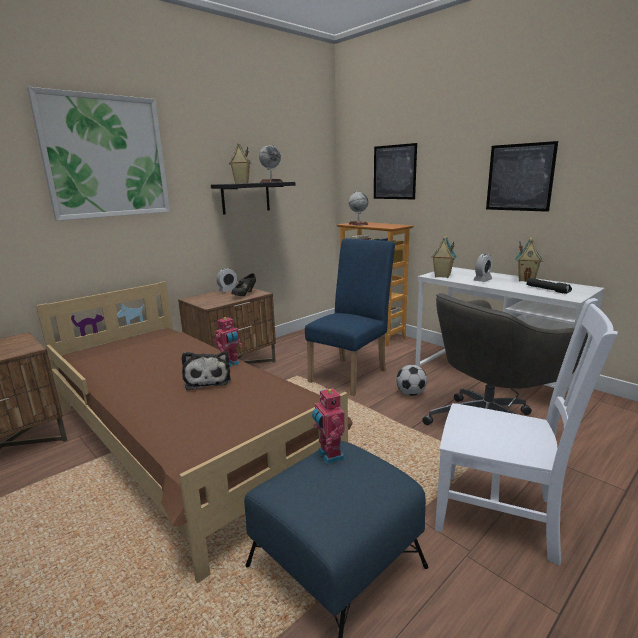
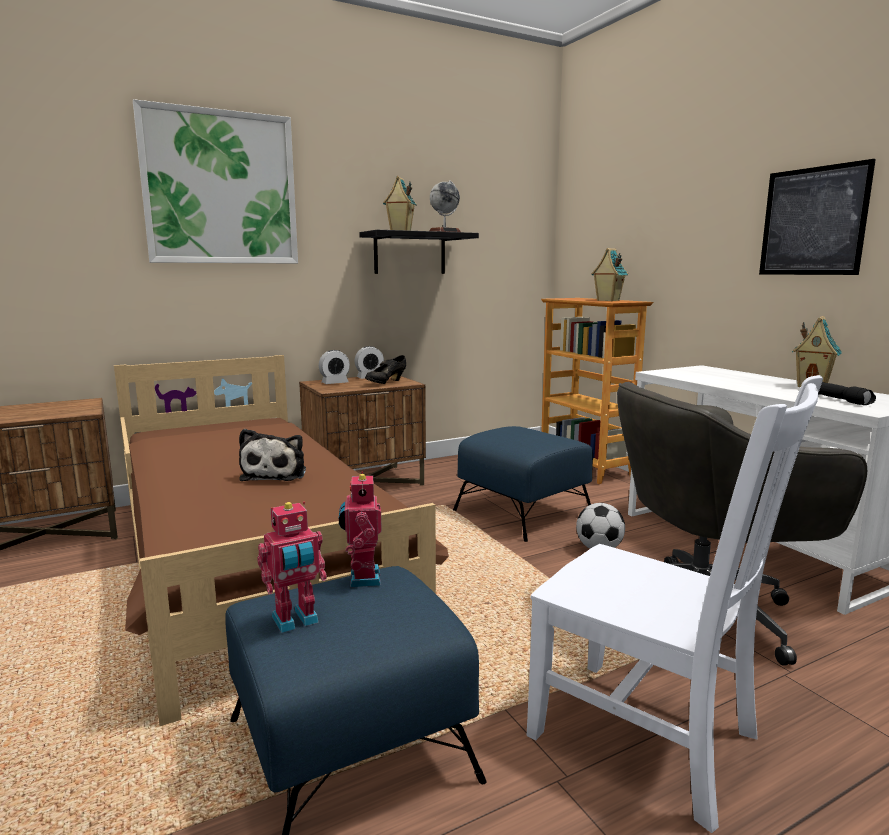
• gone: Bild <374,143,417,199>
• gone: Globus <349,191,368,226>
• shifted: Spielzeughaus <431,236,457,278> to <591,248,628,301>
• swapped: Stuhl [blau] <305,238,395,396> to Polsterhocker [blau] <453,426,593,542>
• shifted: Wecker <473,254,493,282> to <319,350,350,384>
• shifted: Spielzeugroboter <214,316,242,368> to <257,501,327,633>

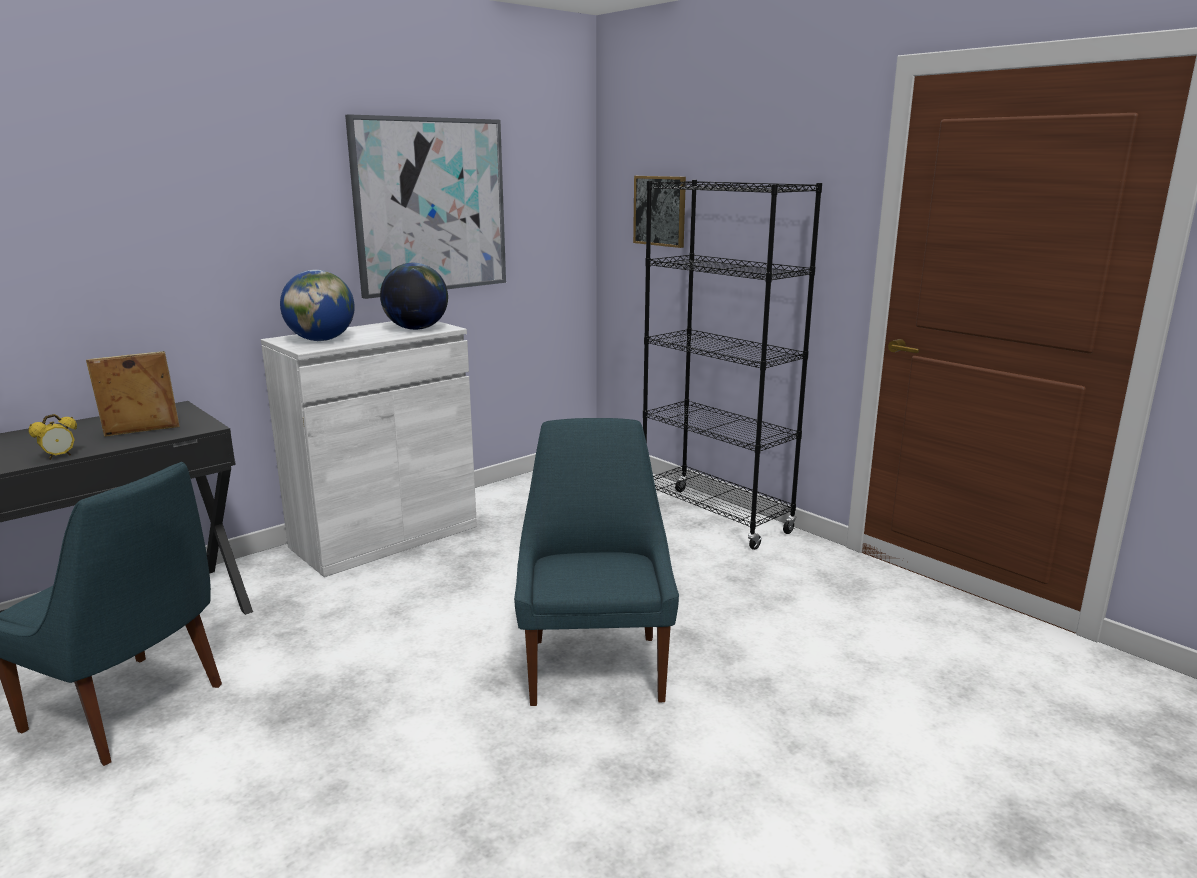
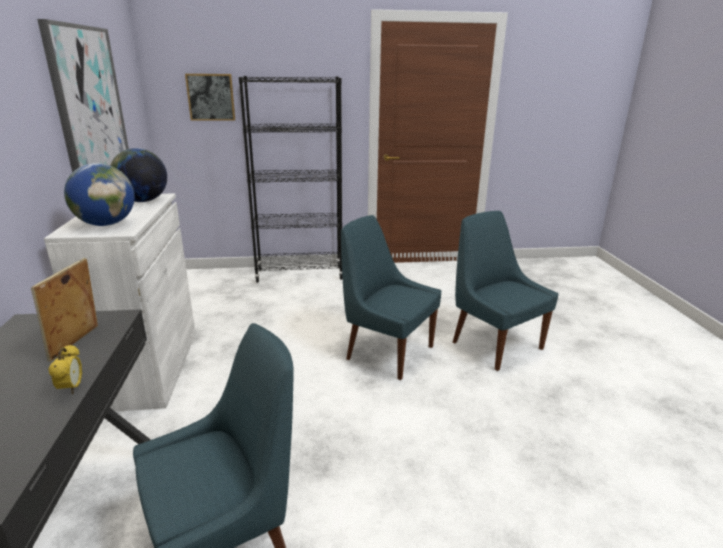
• new: Stuhl [blau] <453,211,559,371>

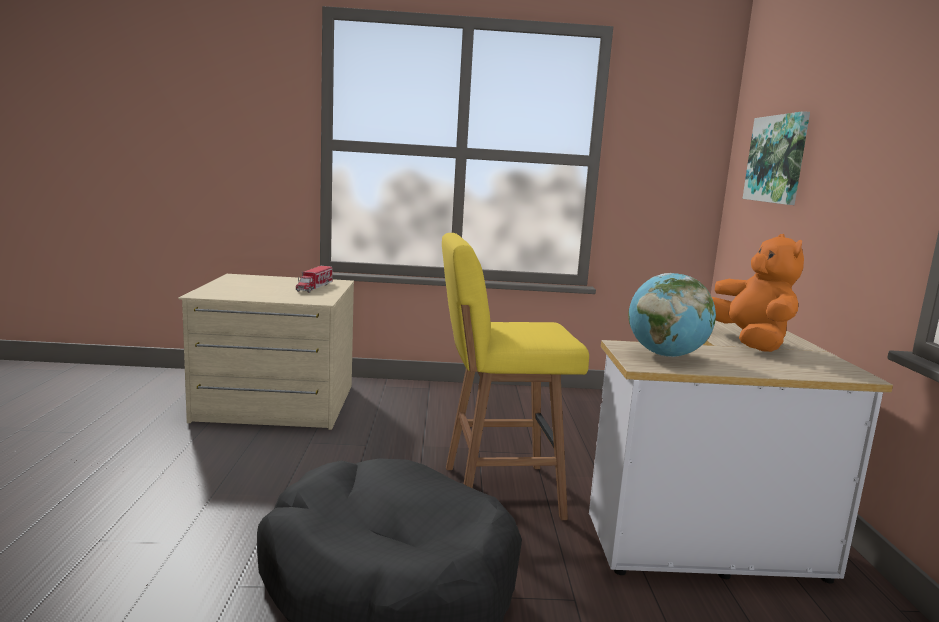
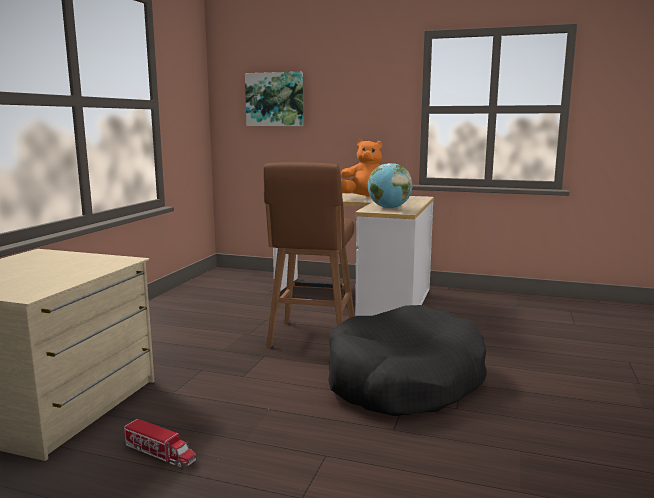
• repainted: Hocker [gelb] <442,233,589,520> to Hocker [braun] <263,162,354,348>
• shifted: Spielzeuglaster <296,266,333,293> to <124,419,196,469>

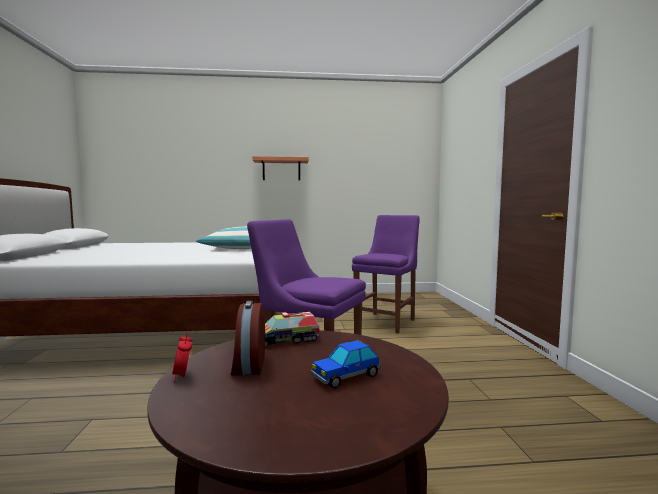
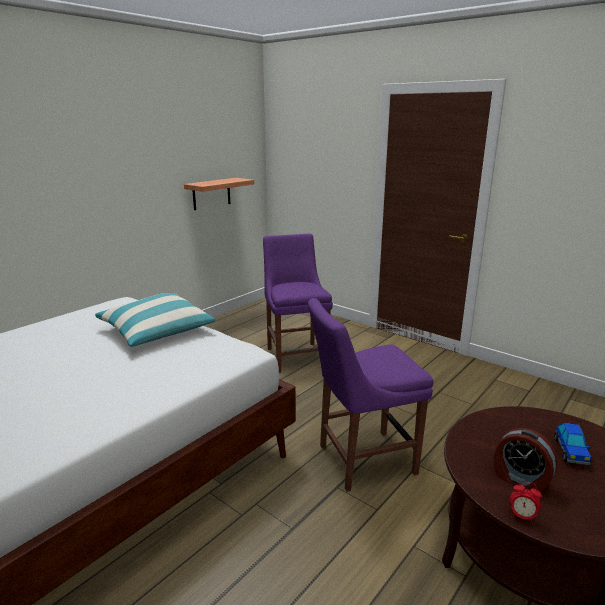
• shifted: Wandregal <252,156,309,180> to <184,178,254,210>
• gone: Spielzeuglaster <265,312,320,348>

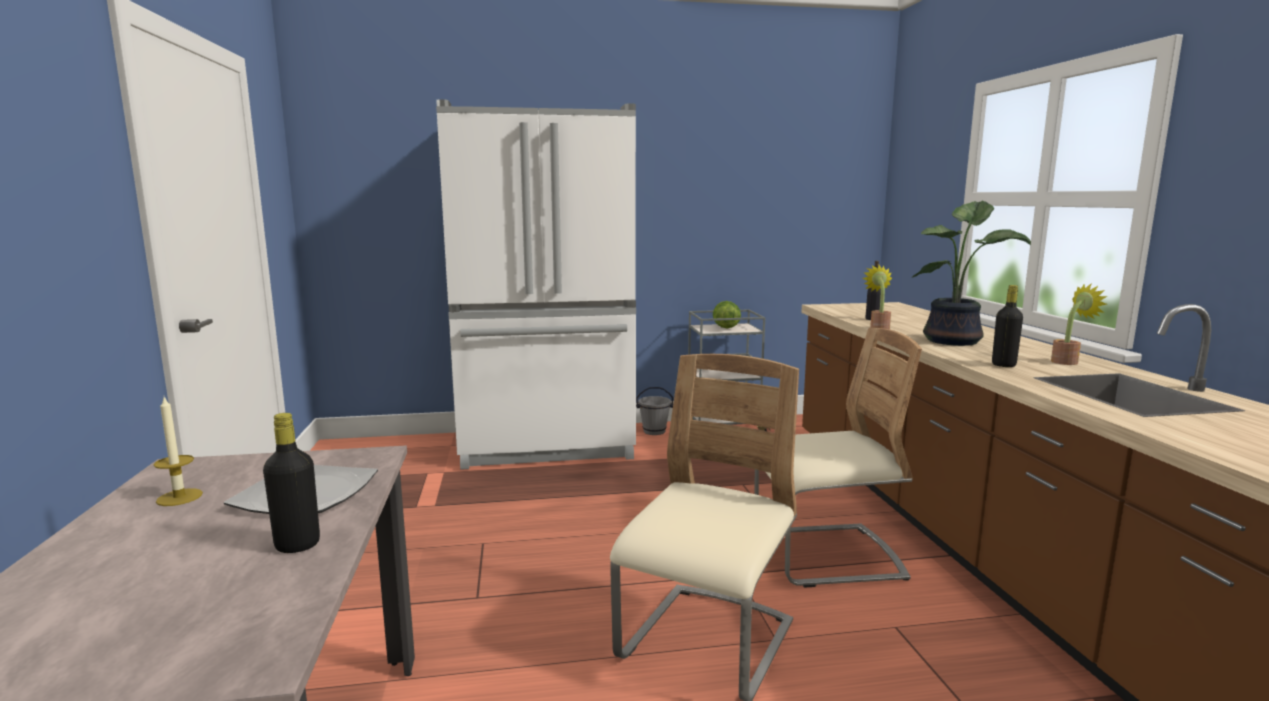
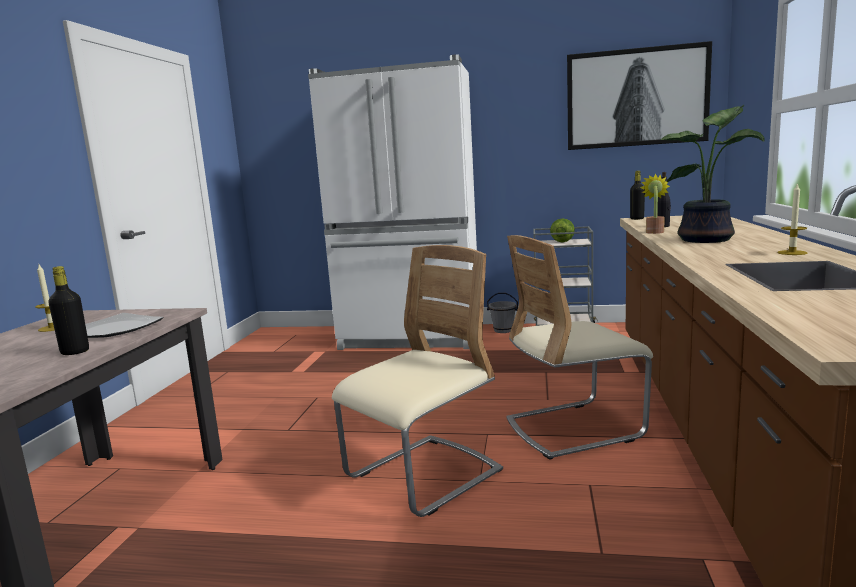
• swapped: Topfpflanze <1051,283,1107,365> to Kerze <777,183,807,255>
• shifted: Flasche [schwarz] <992,285,1023,367> to <630,171,645,220>
• rotated: Stuhl [beige] <755,328,922,588> = <506,235,653,460> 150 degrees clockwise
• new: Bild <567,41,712,150>

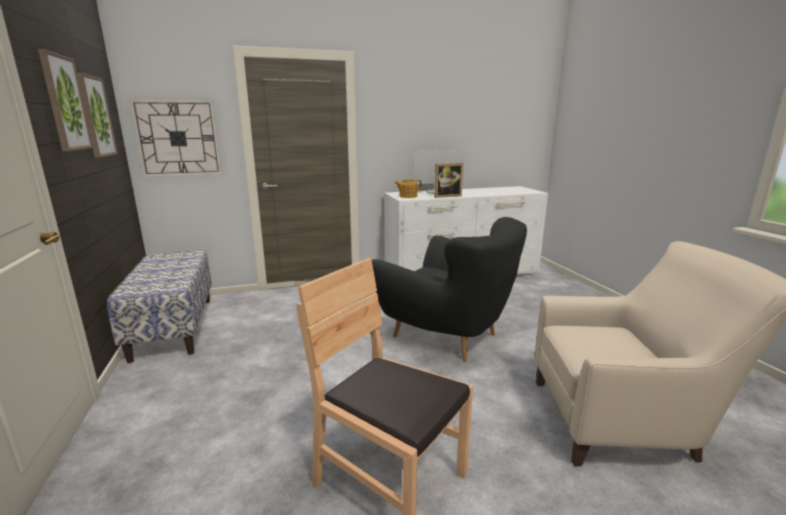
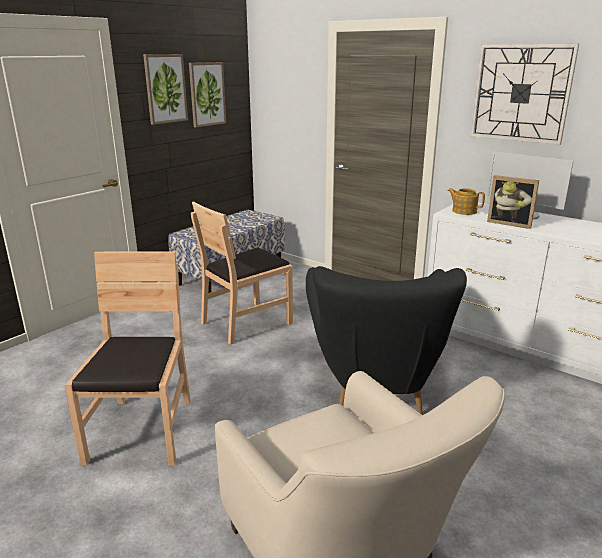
• shifted: Wanduhr <129,99,222,177> to <470,43,579,145>
• new: Stuhl [braun] <191,201,293,345>

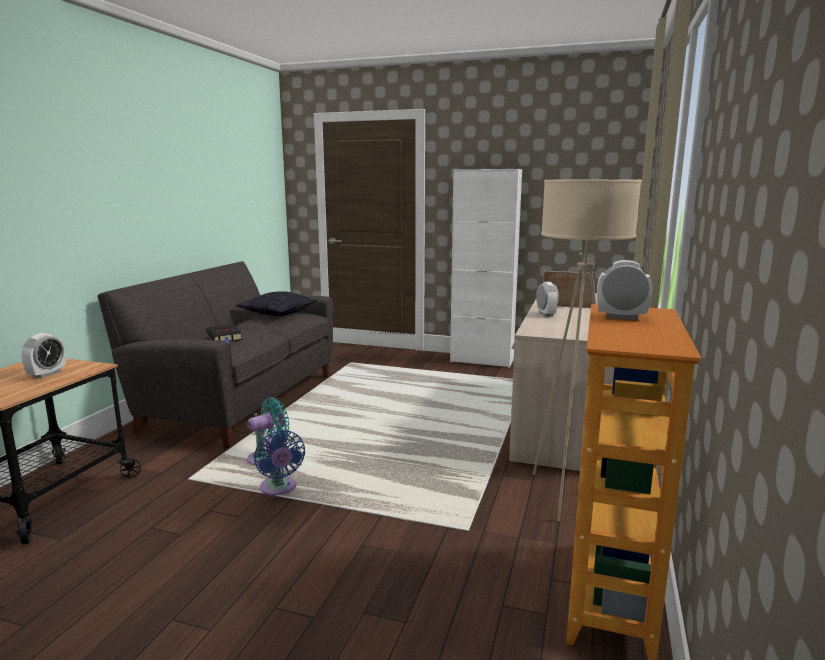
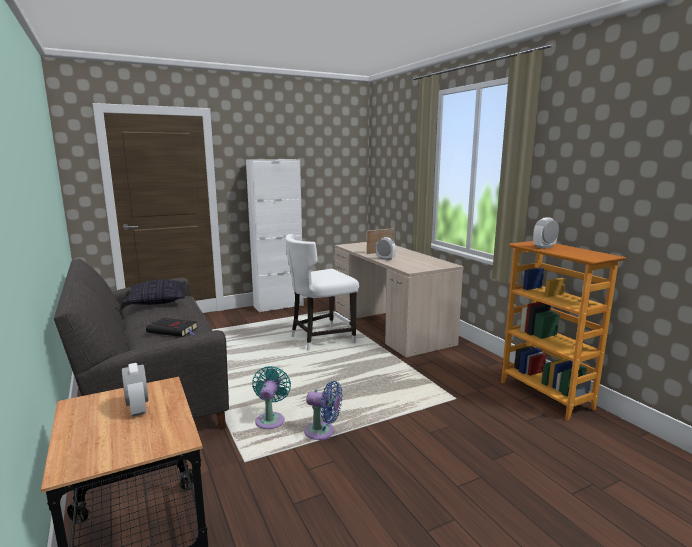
• gone: Stehlampe [beige] <533,180,642,521>
• new: Stuhl [weiß] <285,234,359,351>

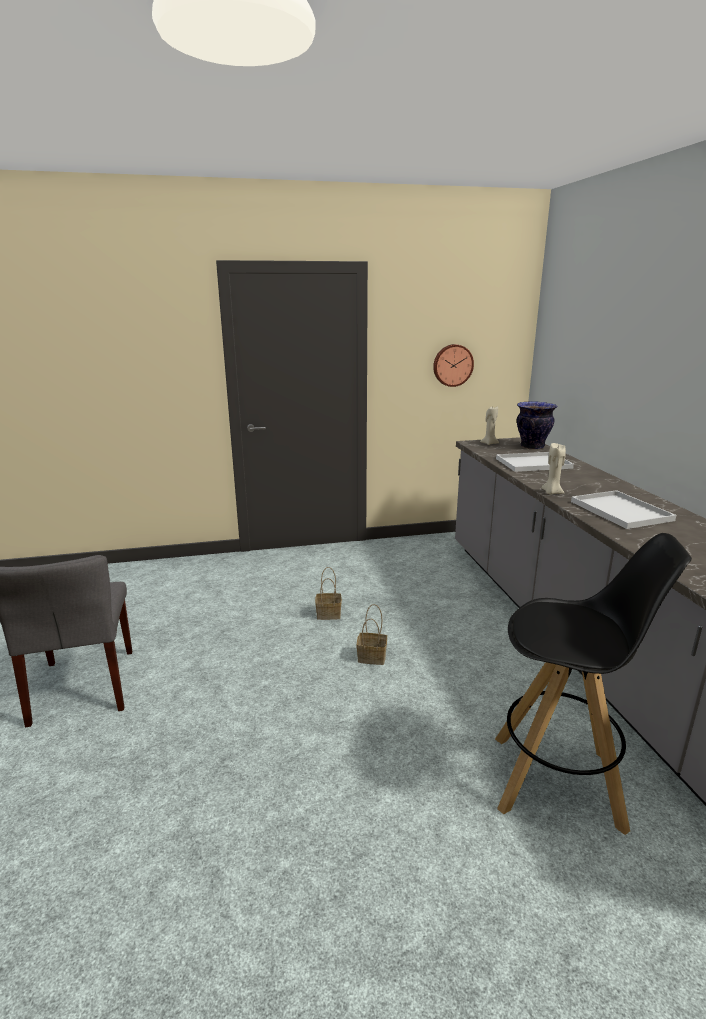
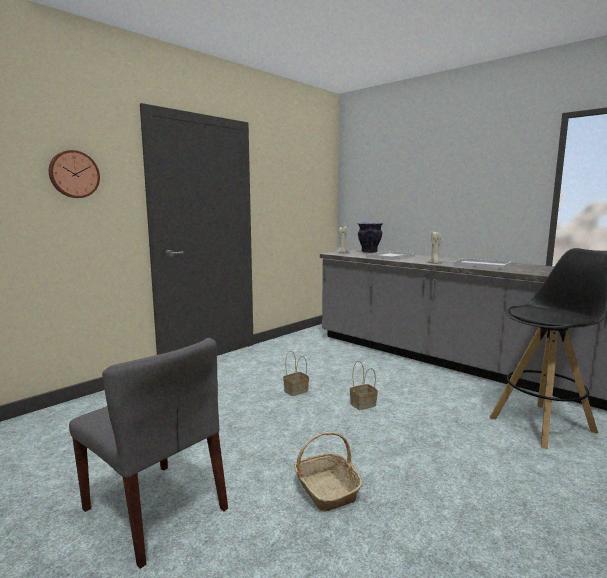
• shifted: Wanduhr <433,344,474,387> to <49,150,100,198>
• new: Korb <294,432,362,512>

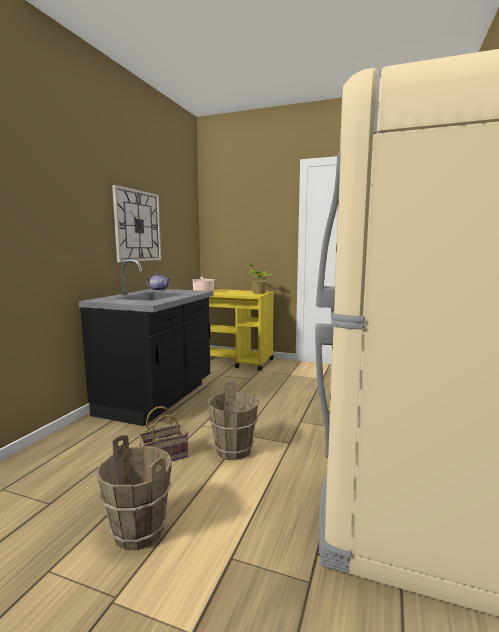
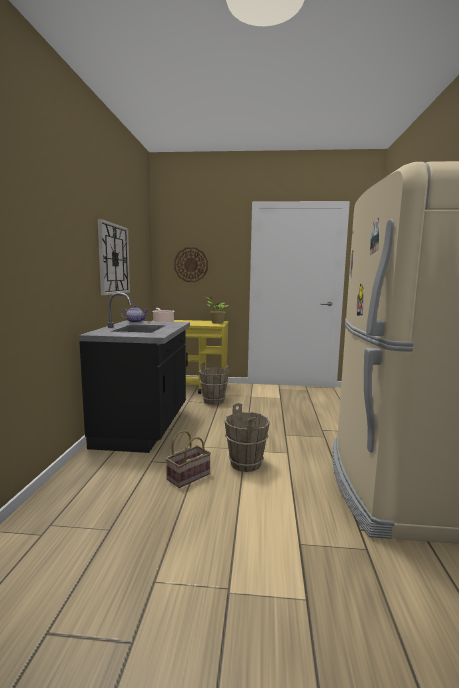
• shifted: Eimer [braun] <96,435,172,550> to <199,362,229,405>
• new: Wanduhr <174,247,208,282>

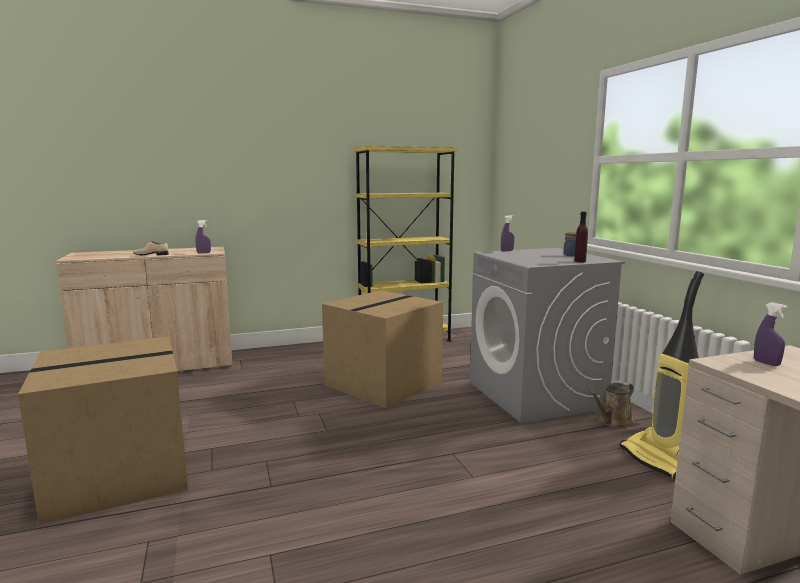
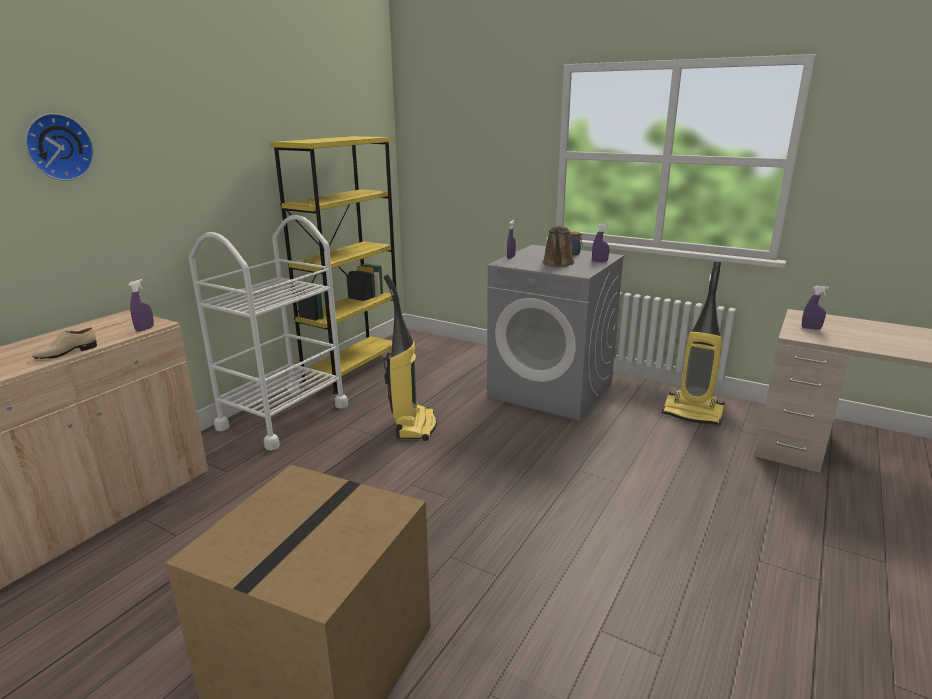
• swapped: Flasche [lila] <574,212,588,262> to Sprühflasche [lila] <592,224,610,262>
• swapped: Karton <322,290,443,408> to Staubsauger <384,274,437,441>
• shifted: Gießkanne [braun] <589,382,634,428> to <543,226,575,267>
• new: Wanduhr <25,113,94,181>
• new: Rollwagen [weiß] <189,215,348,451>

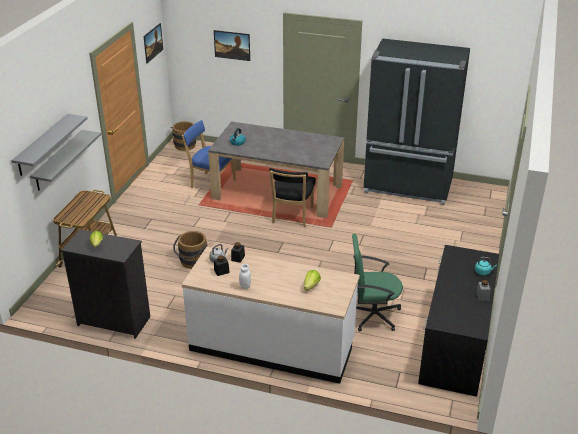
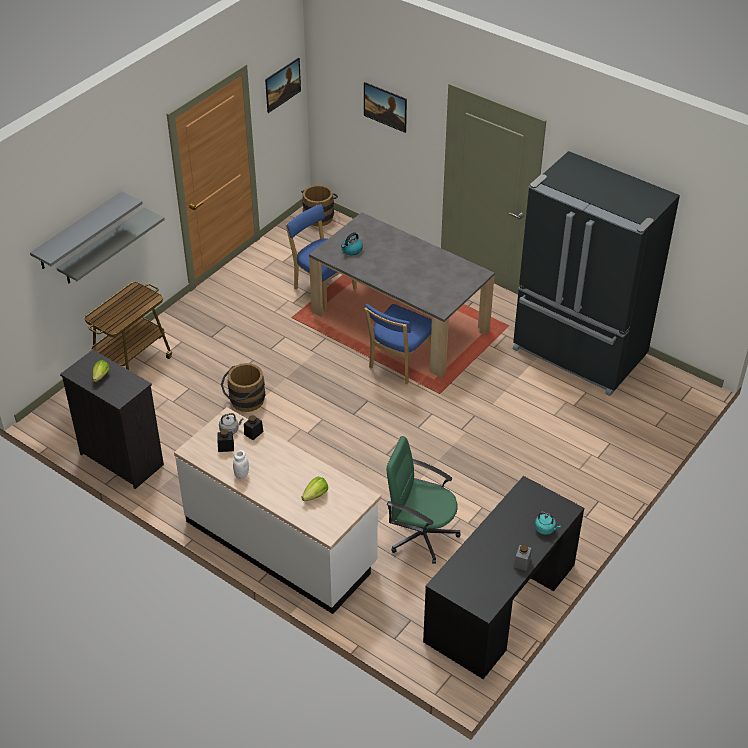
• repainted: Stuhl [schwarz] <269,168,316,227> to Stuhl [blau] <364,304,432,384>

